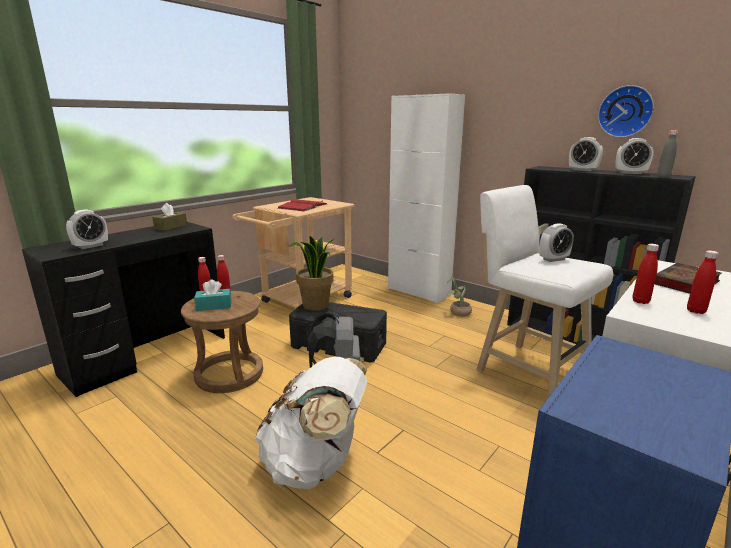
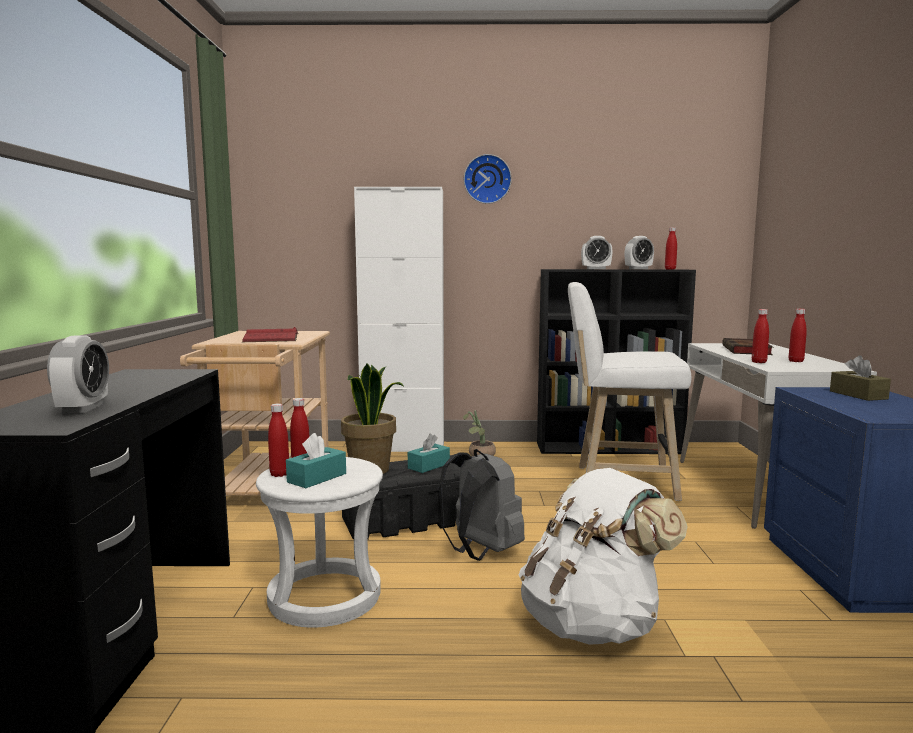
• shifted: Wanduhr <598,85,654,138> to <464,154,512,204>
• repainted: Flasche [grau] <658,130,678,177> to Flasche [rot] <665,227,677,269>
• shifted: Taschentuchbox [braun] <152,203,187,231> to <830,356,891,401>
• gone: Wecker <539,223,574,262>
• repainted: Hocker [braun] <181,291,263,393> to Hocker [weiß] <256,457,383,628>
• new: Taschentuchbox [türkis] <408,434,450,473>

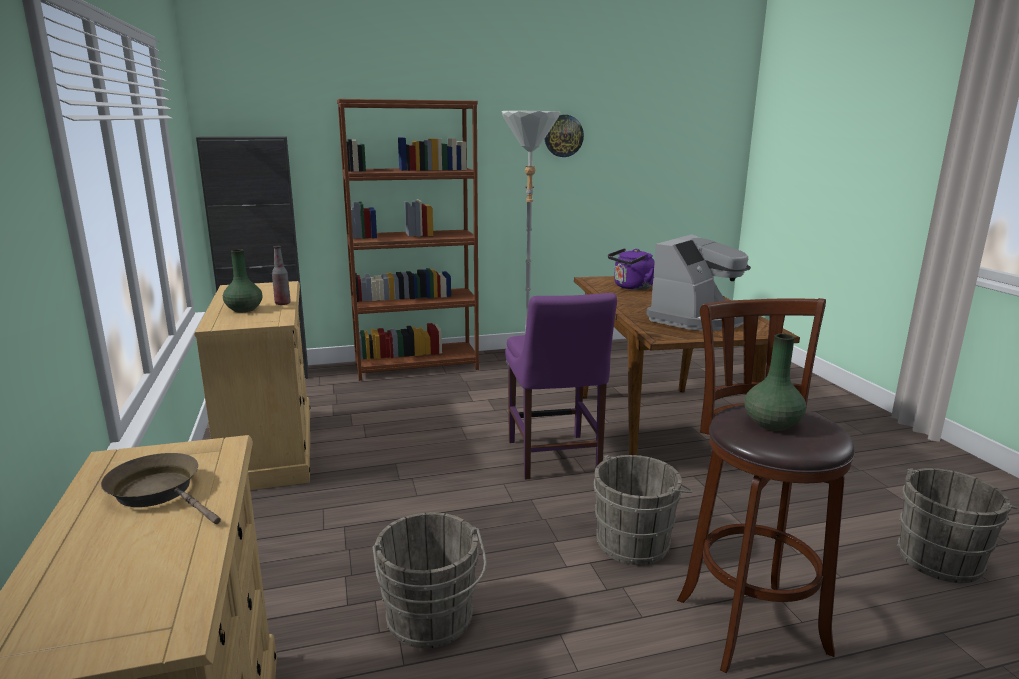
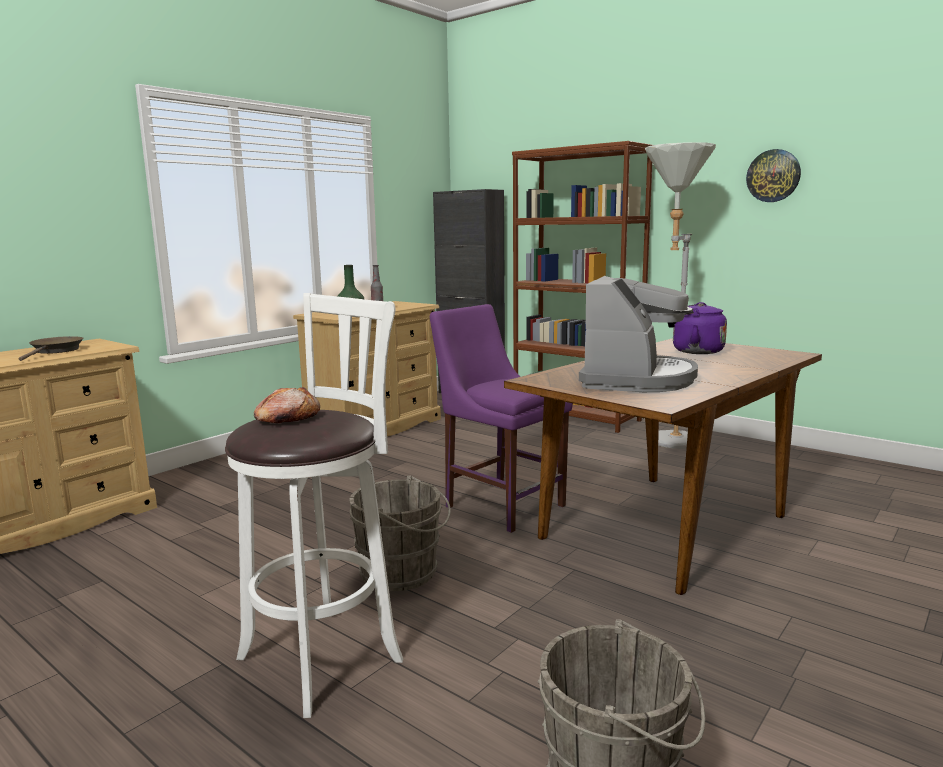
• rotated: Kaffeemaschine <646,234,751,331> = <579,276,698,392> 75 degrees counterclockwise
• rotated: Stuhl [lila] <505,293,617,480> = <430,304,573,533> 90 degrees clockwise
• repainted: Hocker [braun] <677,298,855,673> to Hocker [weiß] <225,293,403,718>
• swapped: Vase [grün] <744,334,806,431> to Brot <254,387,320,423>
• gone: Eimer [grau] <373,512,487,648>

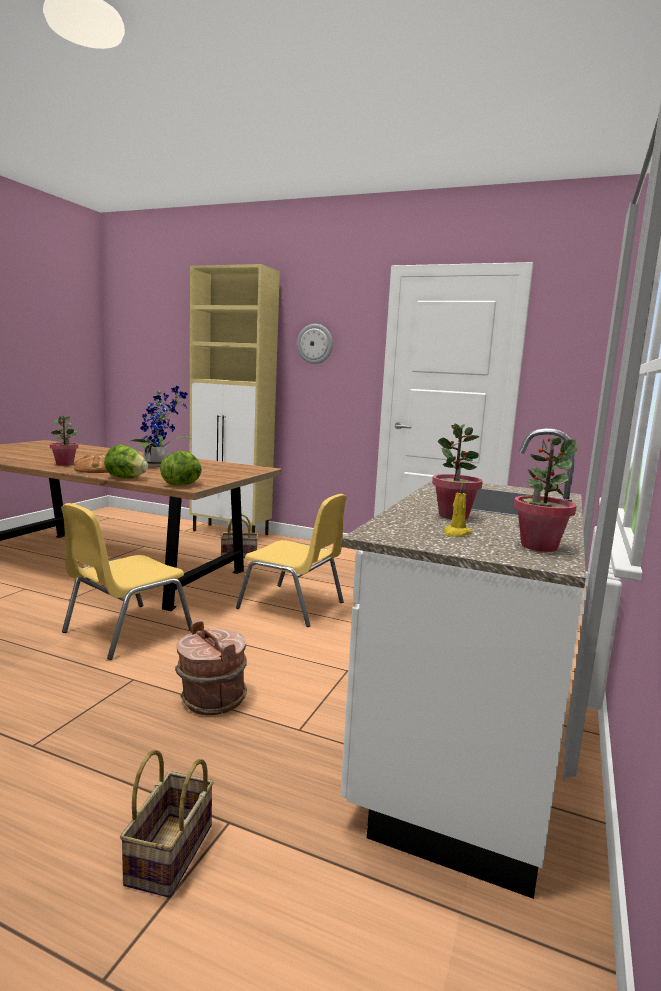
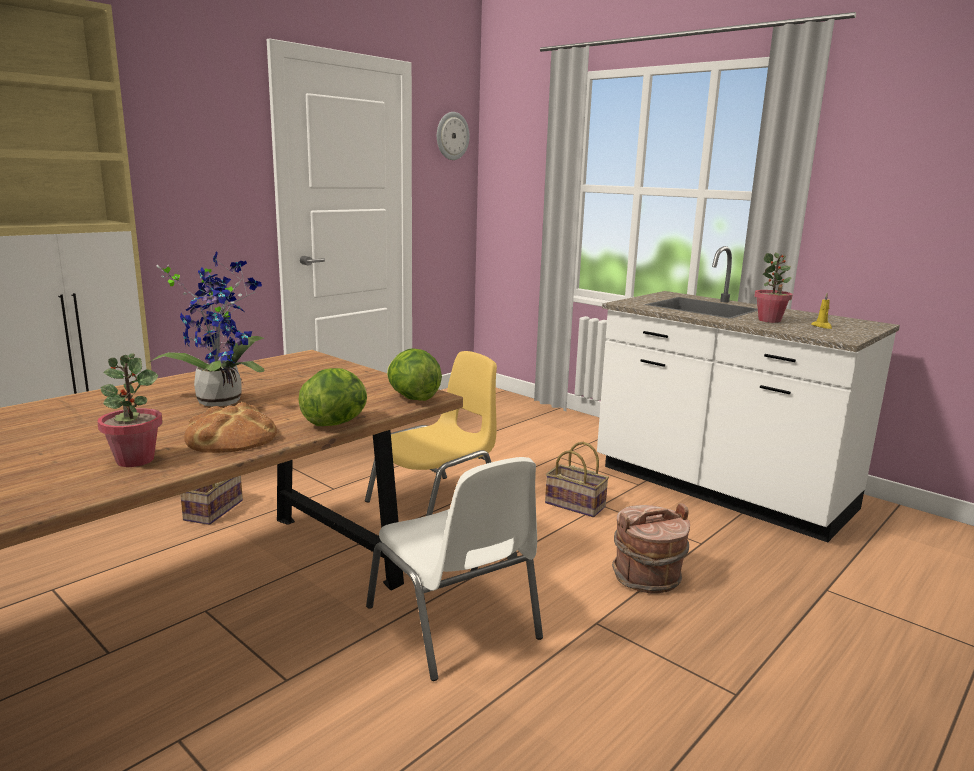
• shifted: Wanduhr <297,324,333,364> to <437,112,469,160>
• gone: Topfpflanze <514,437,577,552>
• repainted: Stuhl [gelb] <61,503,192,660> to Stuhl [weiß] <366,457,543,681>
• shifted: Korb <120,750,214,898> to <545,442,609,517>

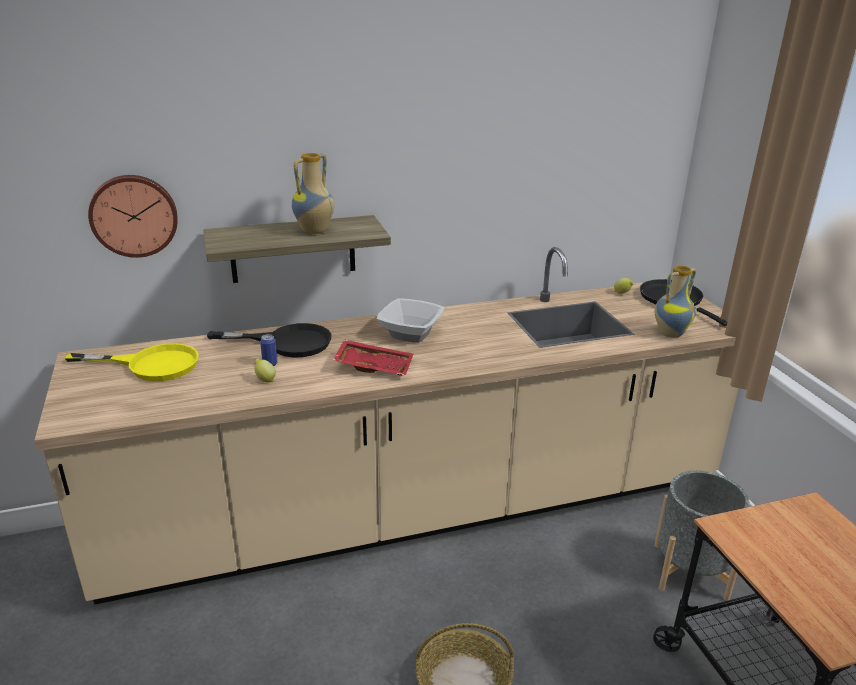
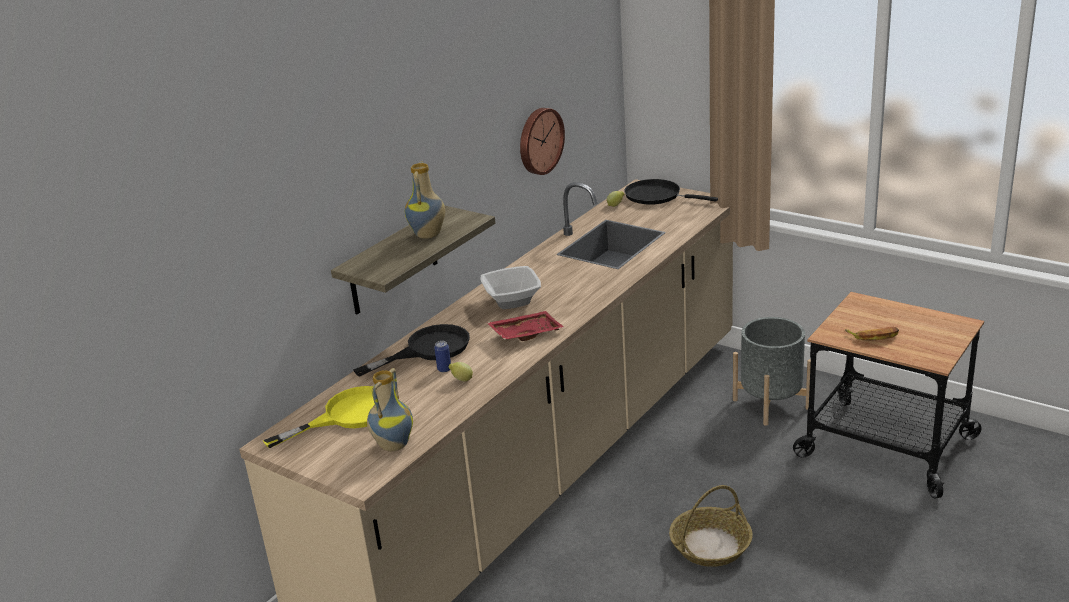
• shifted: Wanduhr <88,175,178,258> to <520,108,565,175>
• shifted: Vase <655,266,696,338> to <367,368,413,451>
• new: Banane <845,327,899,341>

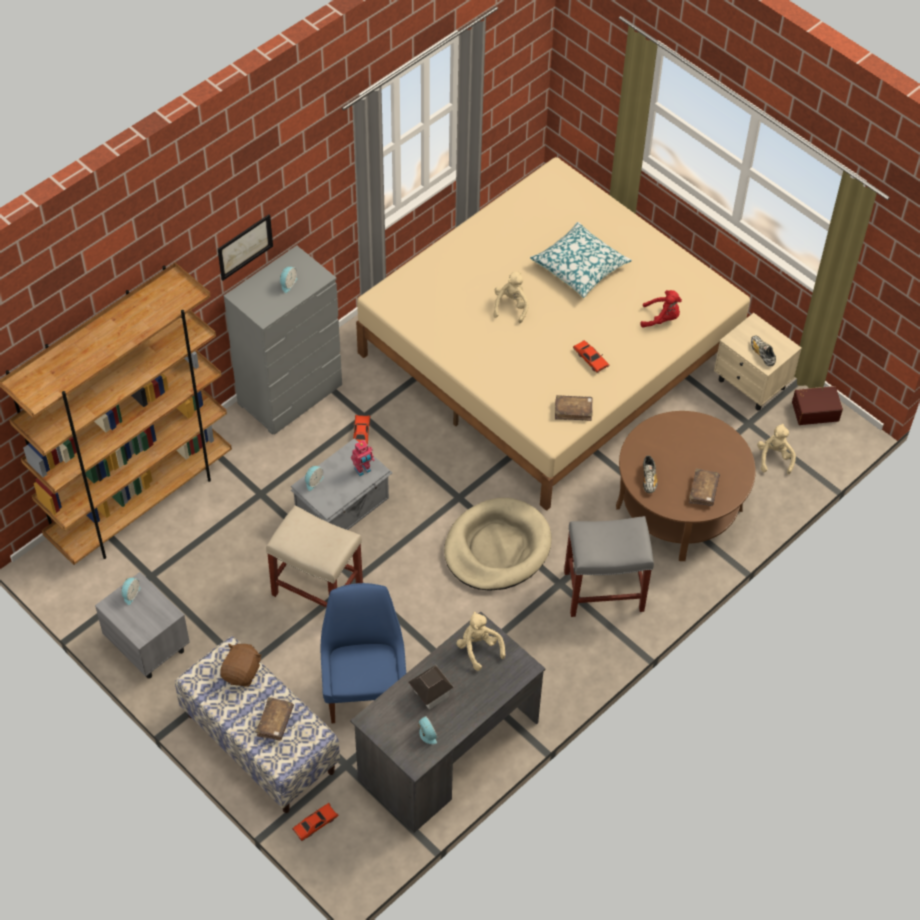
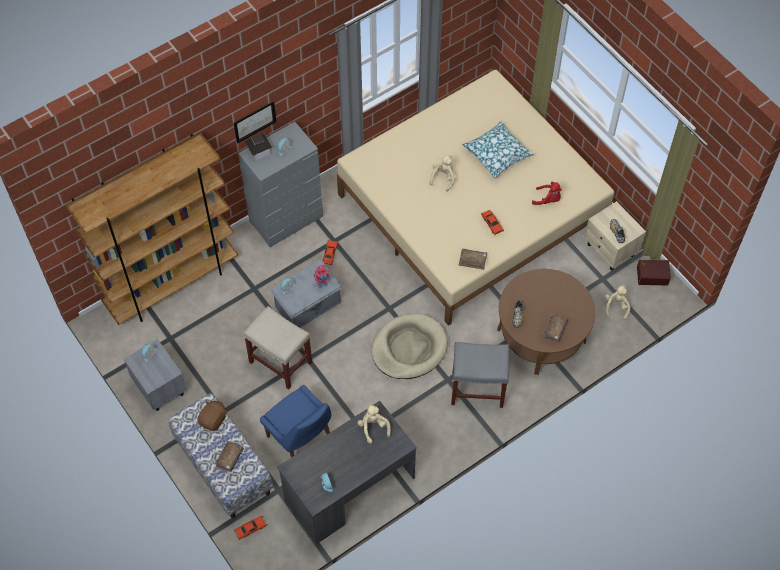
• rotated: Stuhl [blau] <321,583,406,723> = <260,385,331,457> 135 degrees clockwise
• shifted: Spielzeughaus <409,665,453,710> to <245,133,272,160>

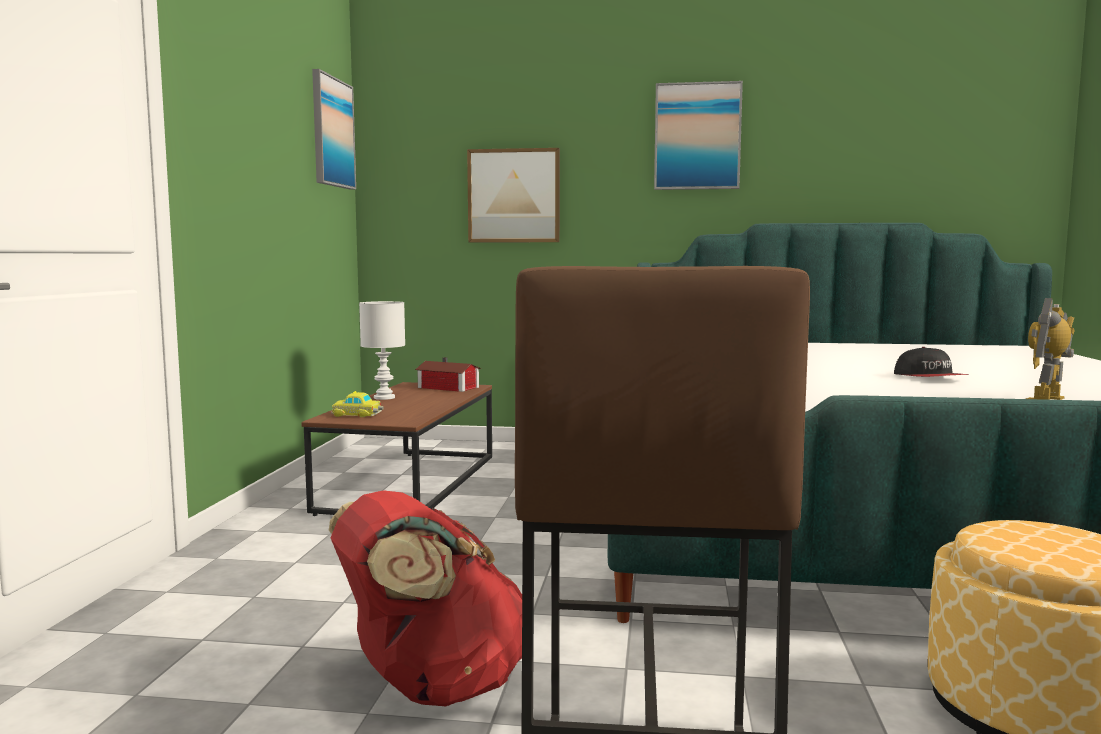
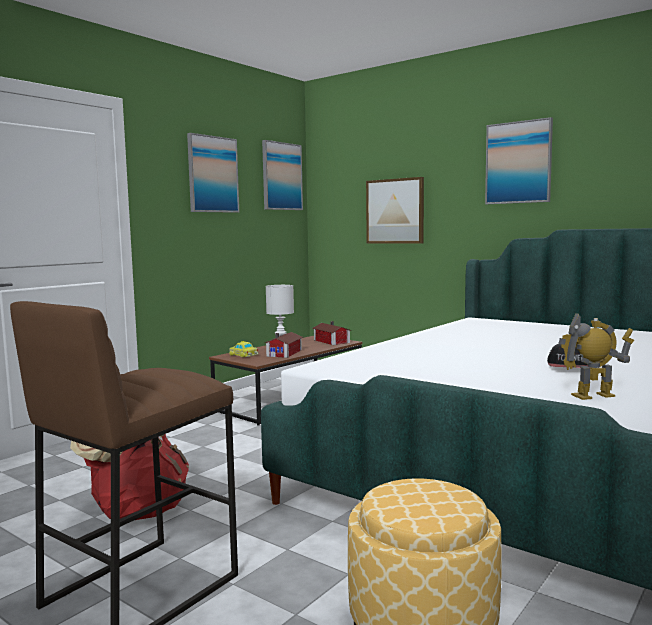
• new: Bild <187,133,239,213>
• new: Spielzeughaus <265,332,303,358>

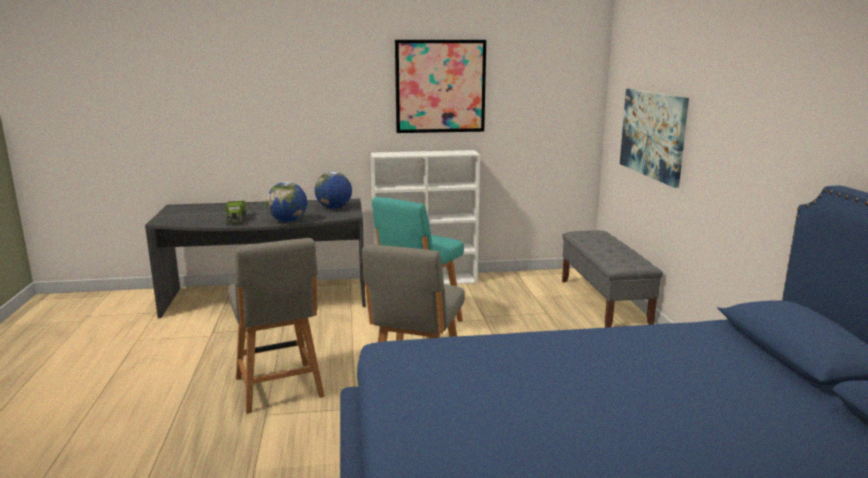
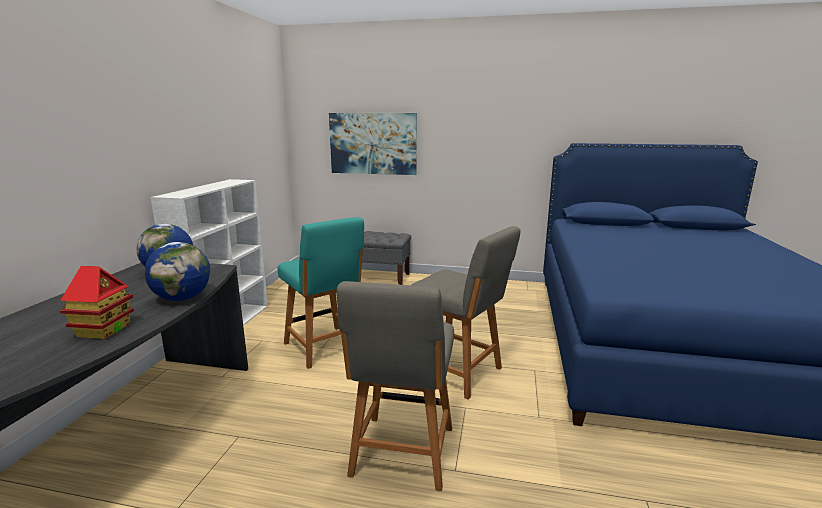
• gone: Bild <395,40,486,133>
• swapped: Spielzeuglaster <226,201,246,226> to Spielzeughaus <60,266,134,339>
• rotated: Stuhl [grau] <228,238,325,414> = <337,281,454,491> 105 degrees clockwise

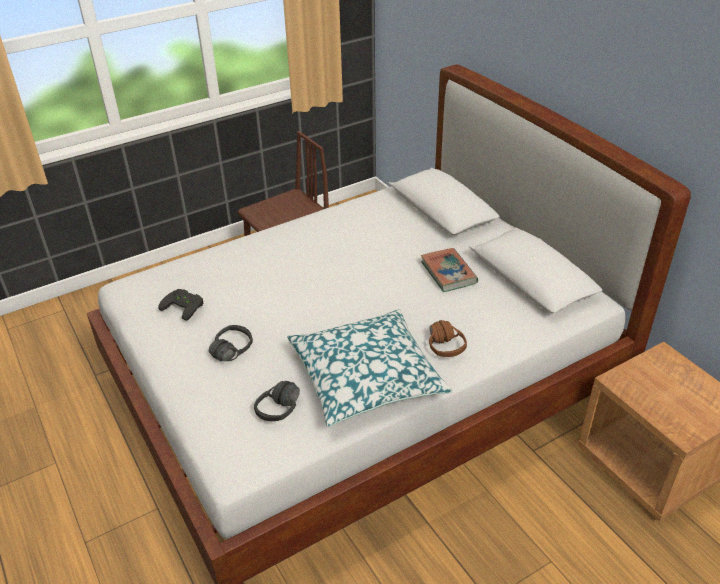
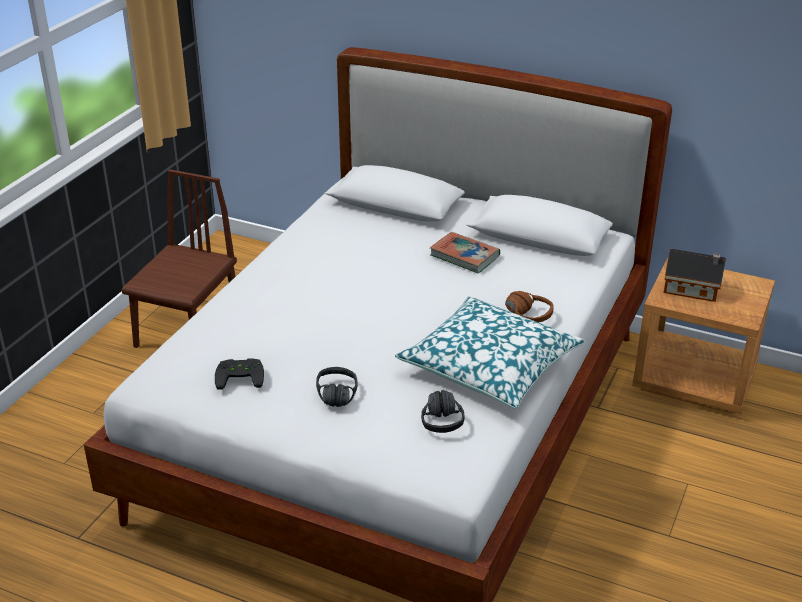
• new: Spielzeughaus <664,249,726,302>

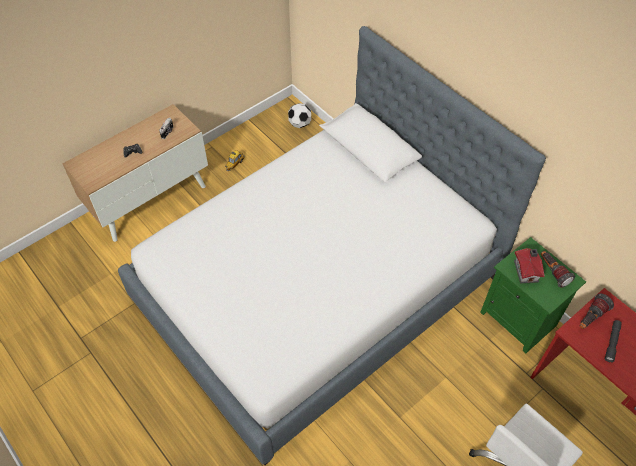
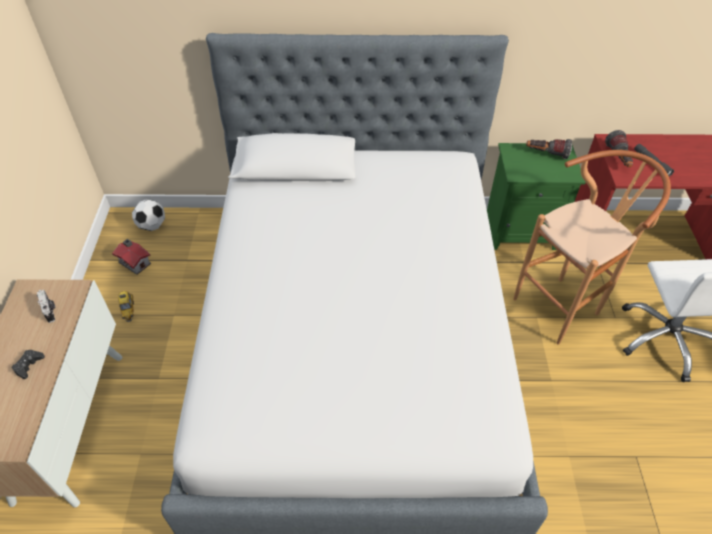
• shifted: Spielzeughaus <514,248,545,283> to <112,239,151,275>
• new: Hocker [braun] <513,150,671,344>

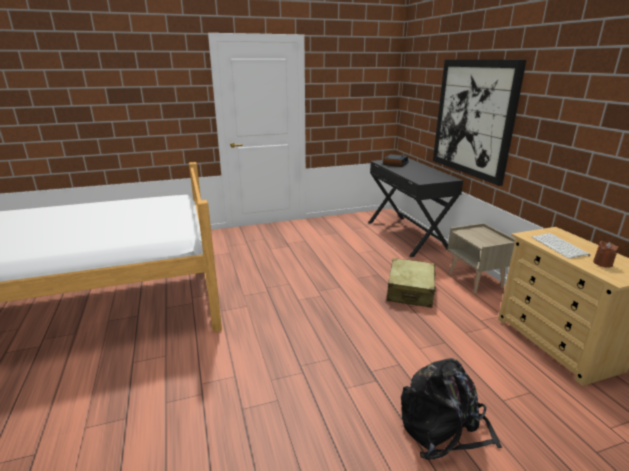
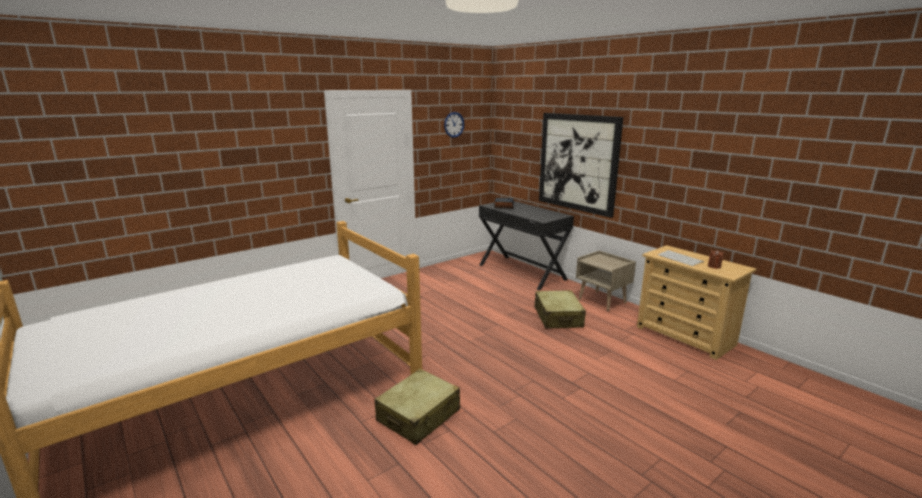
• gone: Rucksack [schwarz] <401,358,502,460>
• new: Wanduhr <444,112,464,138>
• new: Koffer [beige] <374,369,460,445>

